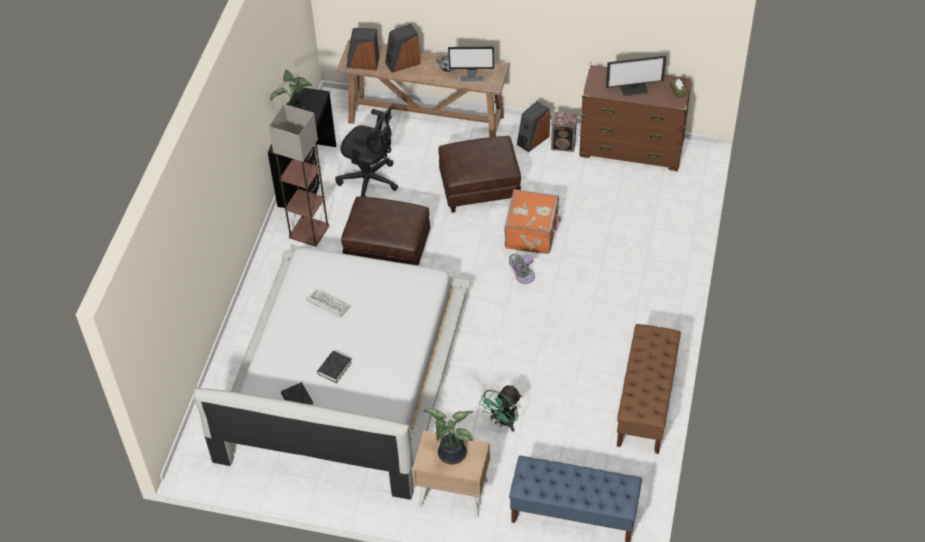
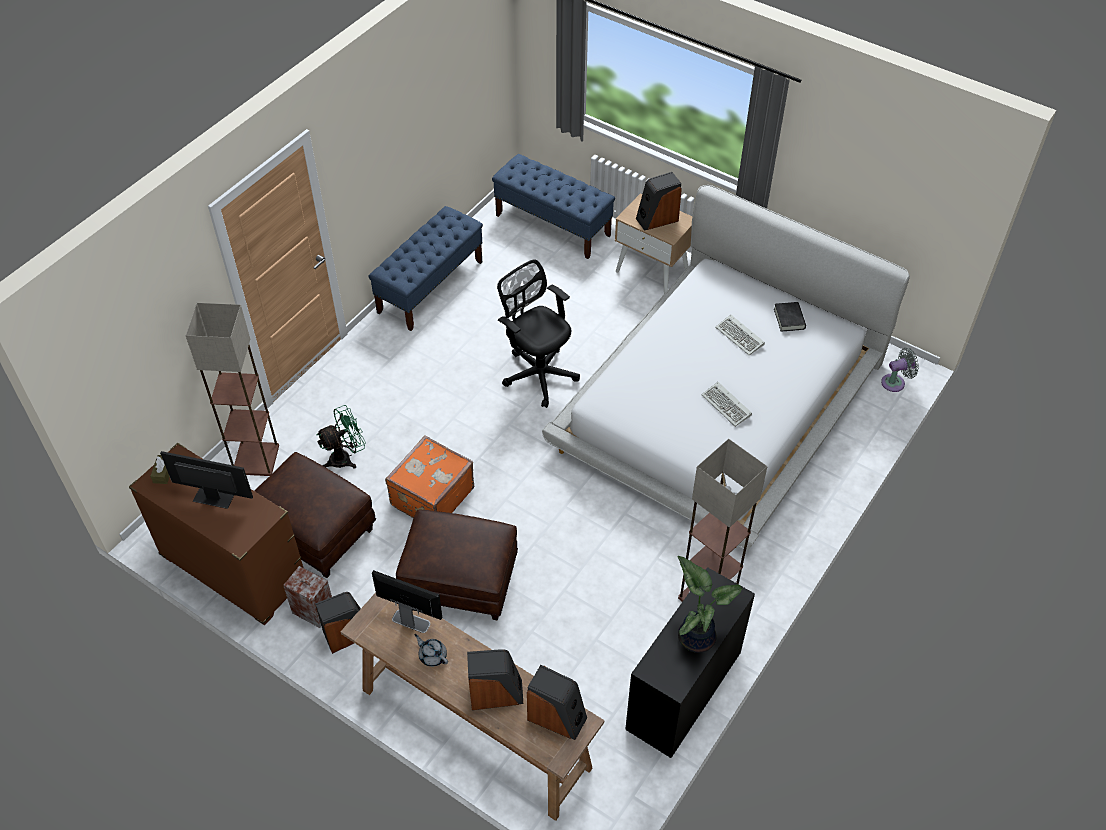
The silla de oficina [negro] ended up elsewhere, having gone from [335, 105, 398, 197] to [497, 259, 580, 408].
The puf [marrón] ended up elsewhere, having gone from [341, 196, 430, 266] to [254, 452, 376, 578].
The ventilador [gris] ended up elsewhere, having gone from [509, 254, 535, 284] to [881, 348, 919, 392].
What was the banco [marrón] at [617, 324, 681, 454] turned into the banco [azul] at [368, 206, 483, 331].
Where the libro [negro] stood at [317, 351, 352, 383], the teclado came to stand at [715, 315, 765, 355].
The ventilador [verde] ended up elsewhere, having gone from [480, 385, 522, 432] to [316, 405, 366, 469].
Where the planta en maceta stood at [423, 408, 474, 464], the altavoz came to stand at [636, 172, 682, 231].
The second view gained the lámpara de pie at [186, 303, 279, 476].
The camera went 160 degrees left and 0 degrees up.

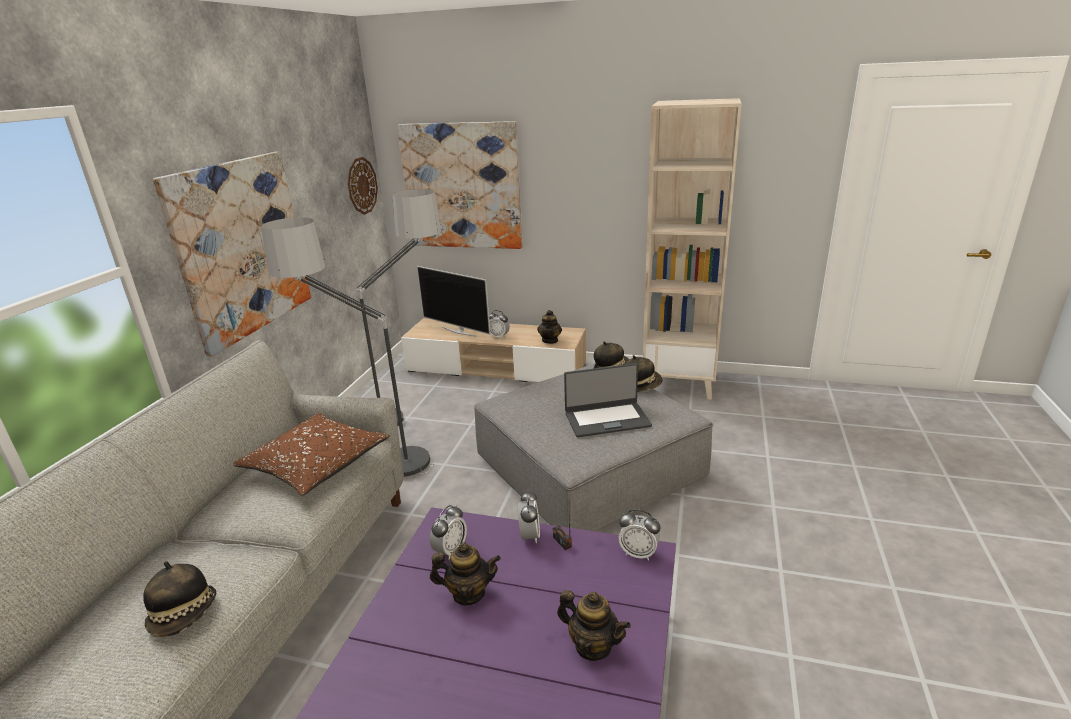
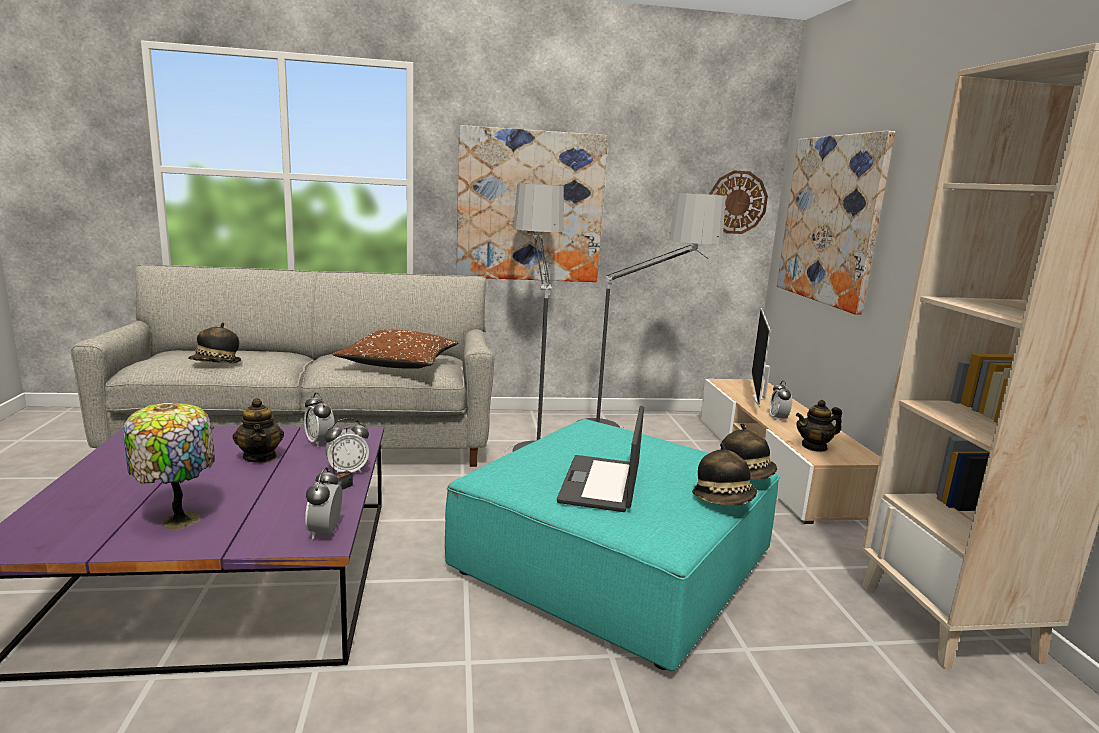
The portátil at [564, 363, 652, 437] ended up facing another way, 45 degrees clockwise from before.
What was the puf [gris] at [474, 364, 714, 531] turned into the puf [turquesa] at [445, 419, 780, 671].
The despertador at [430, 505, 467, 560] ended up facing another way, 45 degrees clockwise from before.
Where the tetera stood at [557, 590, 631, 661], the lámpara de mesa came to stand at [123, 403, 215, 530].
The camera went 65 degrees right and 10 degrees down.

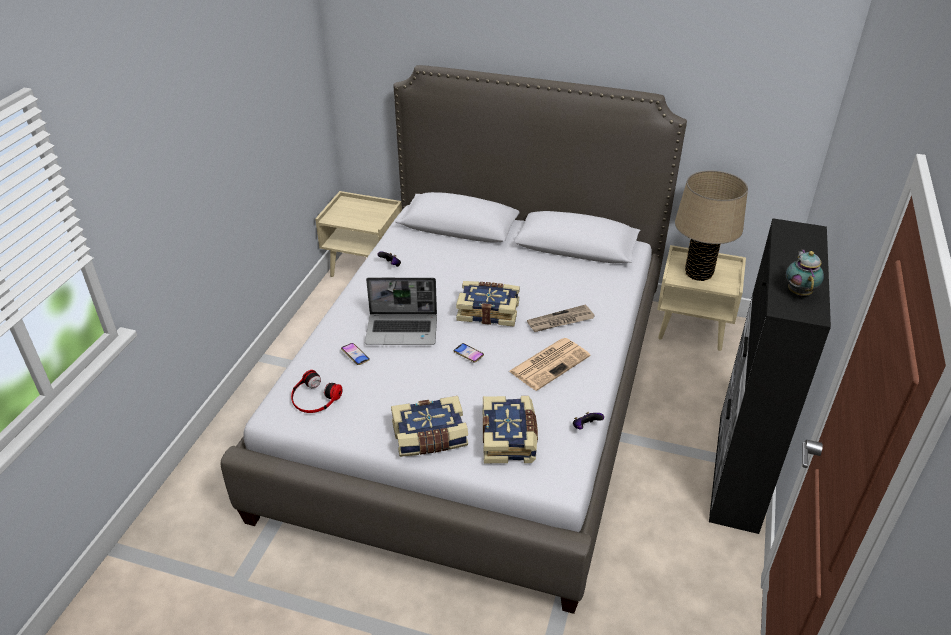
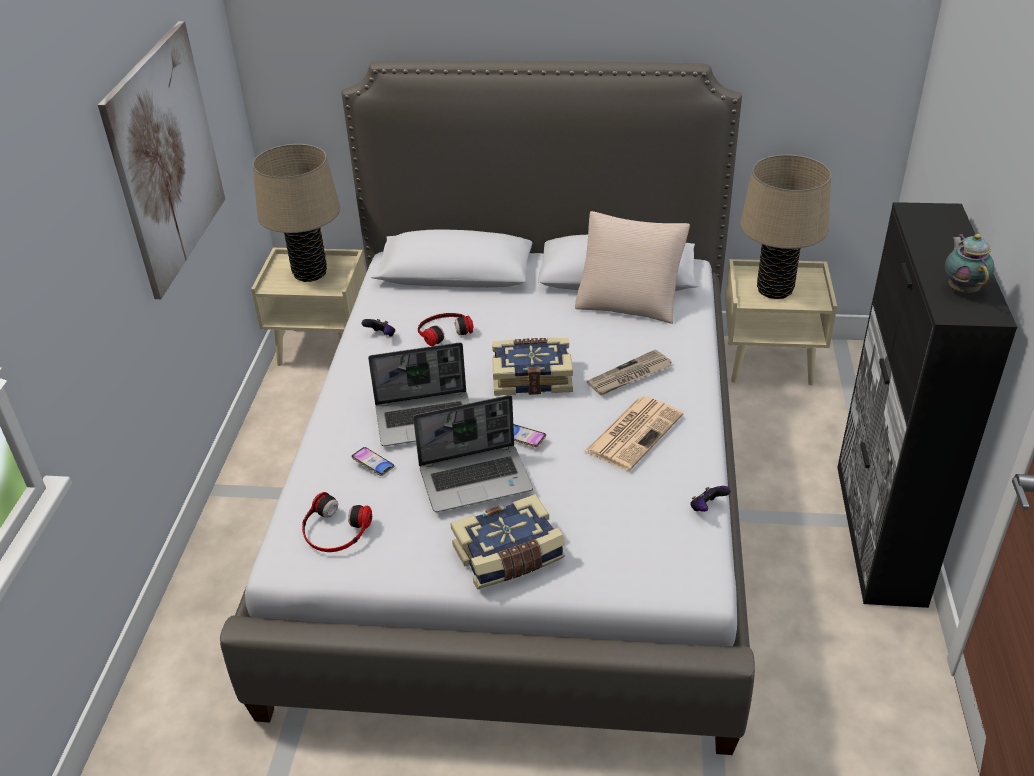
The second view lost the libro at [483, 396, 538, 464].
The second view gained the cuadro at [98, 21, 225, 299].
The second view gained the lámpara de mesa [beis] at [253, 144, 340, 282].
The second view gained the cojín [beis] at [575, 211, 690, 324].
The second view gained the auriculares at [418, 313, 474, 346].
The second view gained the portátil at [413, 395, 533, 512].
The camera went 10 degrees left and 0 degrees up.

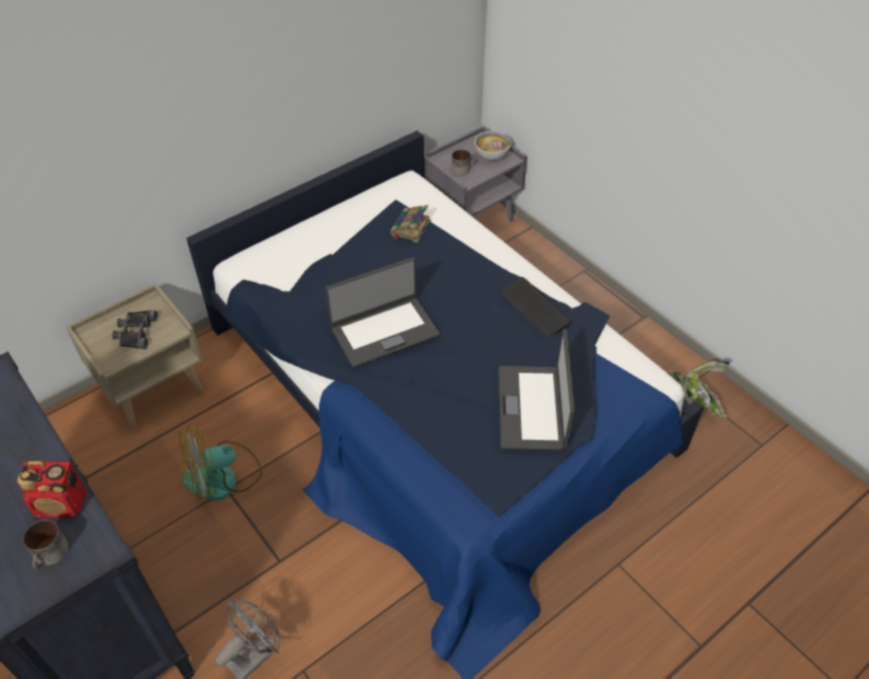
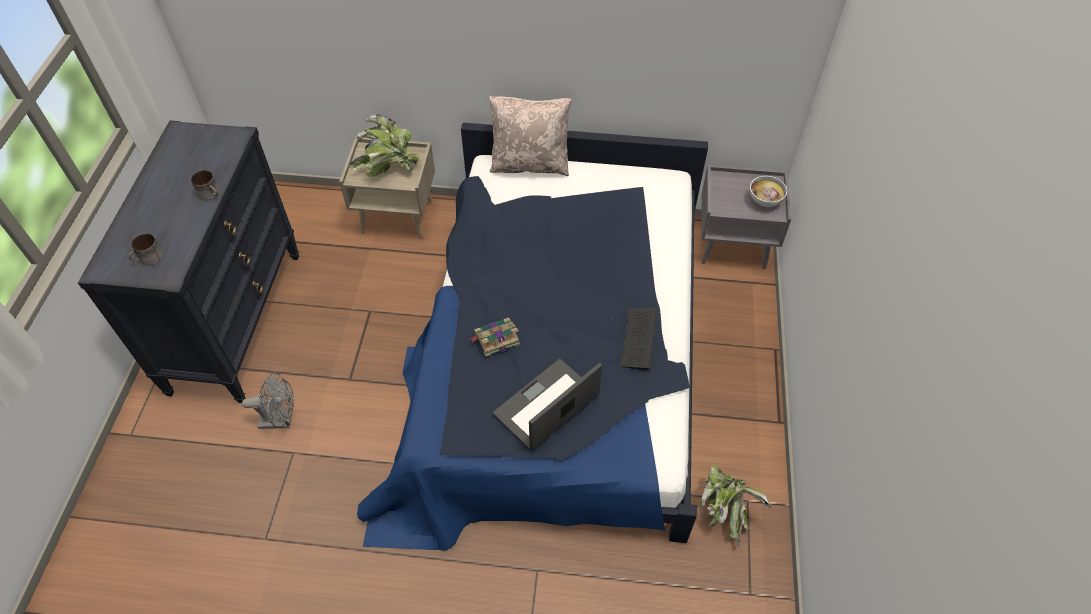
The taza grande ended up elsewhere, having gone from [452, 149, 477, 176] to [191, 170, 220, 201].
The libro ended up elsewhere, having gone from [390, 205, 431, 243] to [470, 318, 520, 357].
The second view lost the portátil at [325, 257, 440, 368].
Where the prismáticos [negro] stood at [112, 310, 157, 349], the planta en maceta came to stand at [349, 114, 420, 177].
The second view lost the ventilador at [180, 424, 262, 502].
The second view lost the radio at [17, 461, 87, 518].
The second view gained the cojín [beis] at [489, 96, 572, 176].
The camera went 45 degrees right and 5 degrees up.

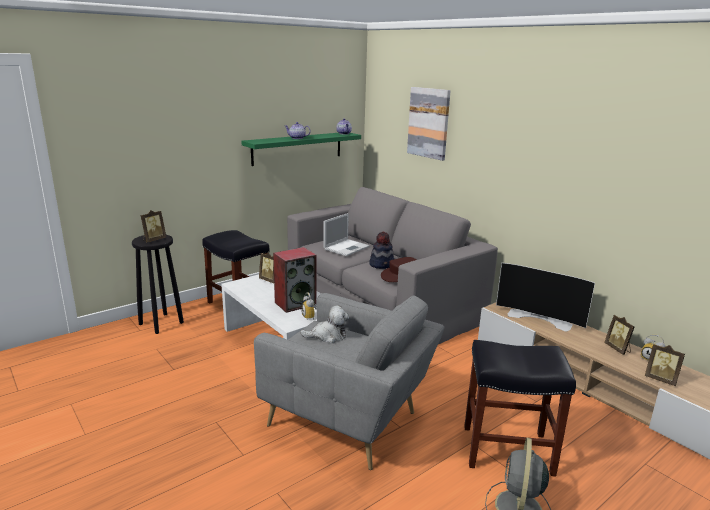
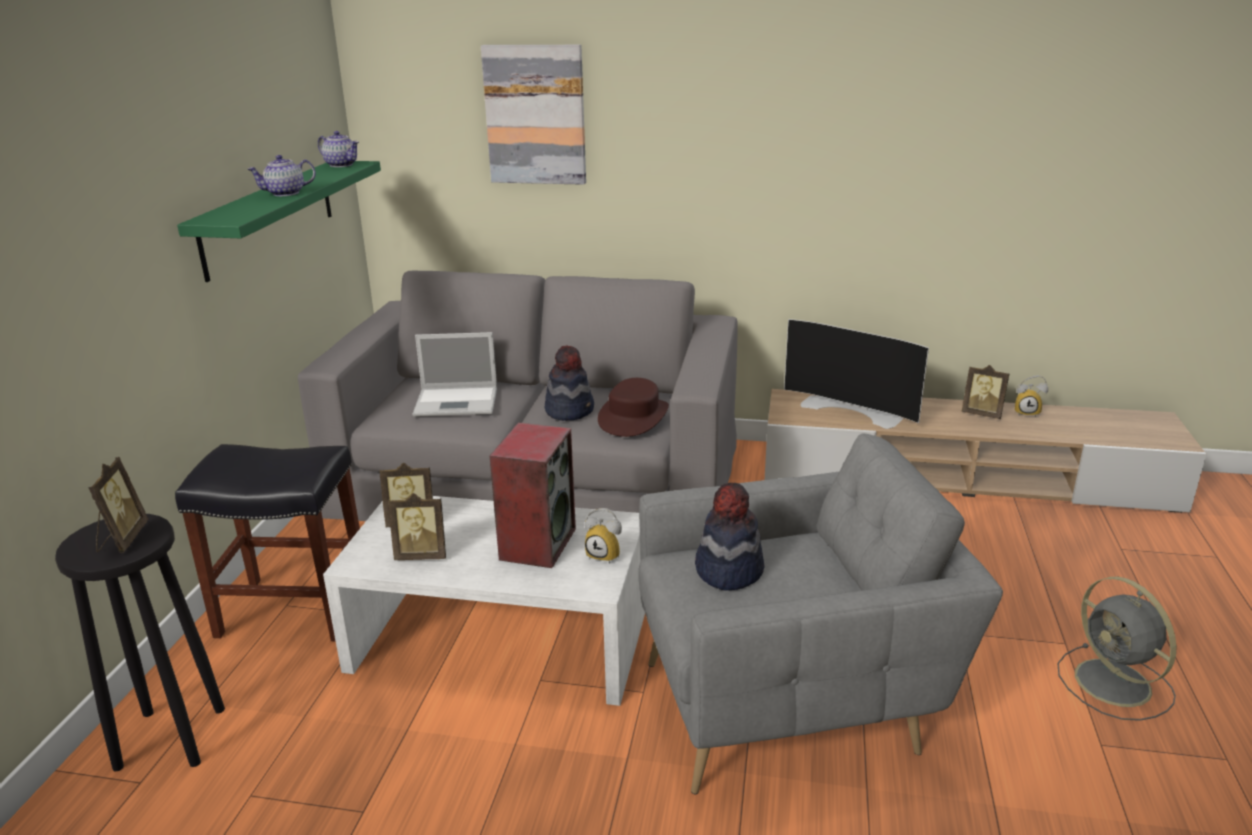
The portátil at [324, 213, 370, 256] ended up facing another way, 90 degrees clockwise from before.
The televisor at [496, 263, 595, 331] ended up facing another way, 45 degrees clockwise from before.
Where the peluche stood at [300, 305, 349, 344], the sombrero came to stand at [695, 483, 764, 591].
The second view lost the taburete [negro] at [464, 340, 576, 477].
The portarretratos ended up elsewhere, having gone from [645, 344, 685, 386] to [388, 493, 446, 560].
The camera went 40 degrees left and 5 degrees up.

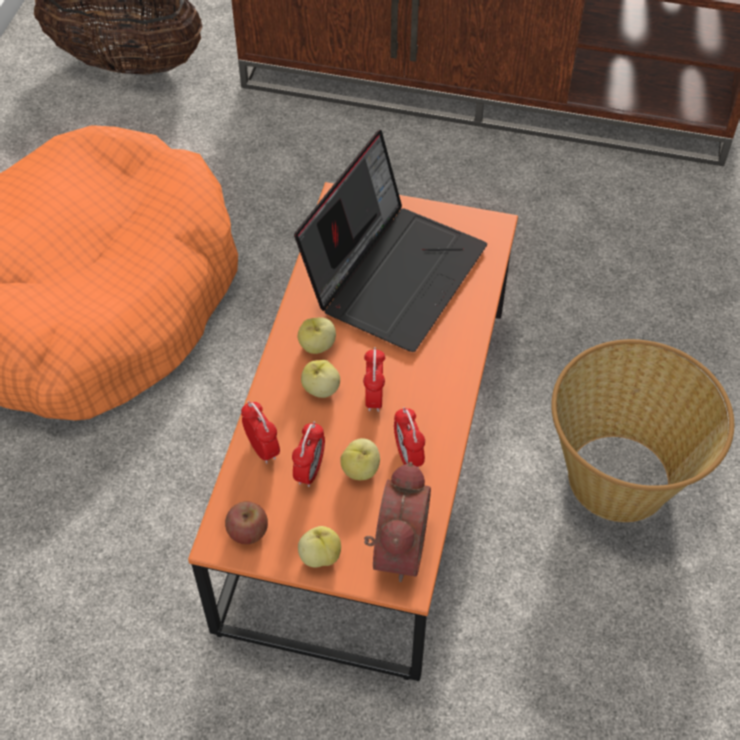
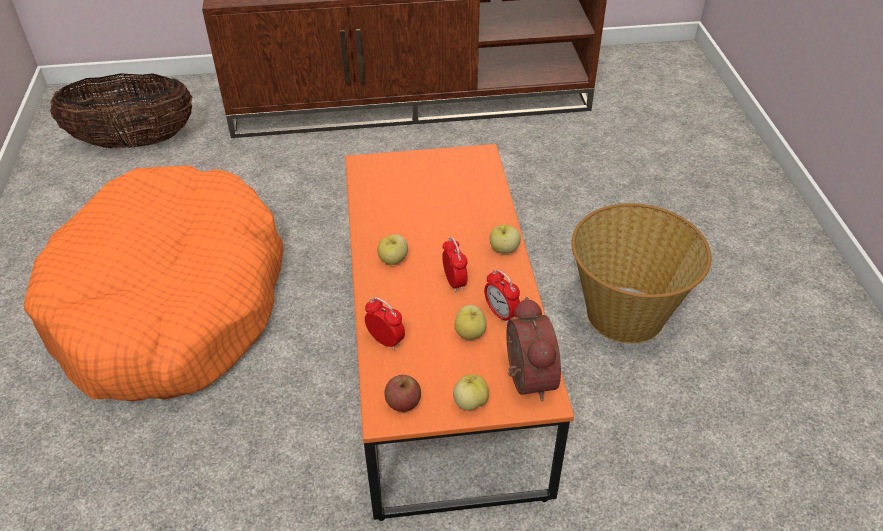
The second view lost the portátil at [294, 130, 487, 352].
The manzana ended up elsewhere, having gone from [301, 360, 340, 398] to [490, 224, 521, 254].
The second view lost the despertador at [292, 422, 325, 487].
The camera went 20 degrees left and 10 degrees down.

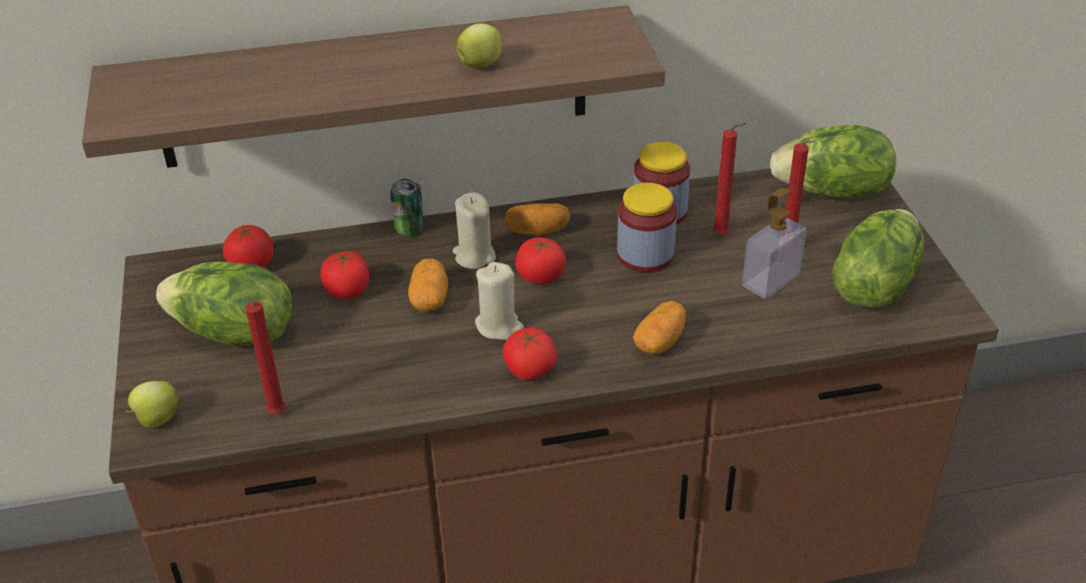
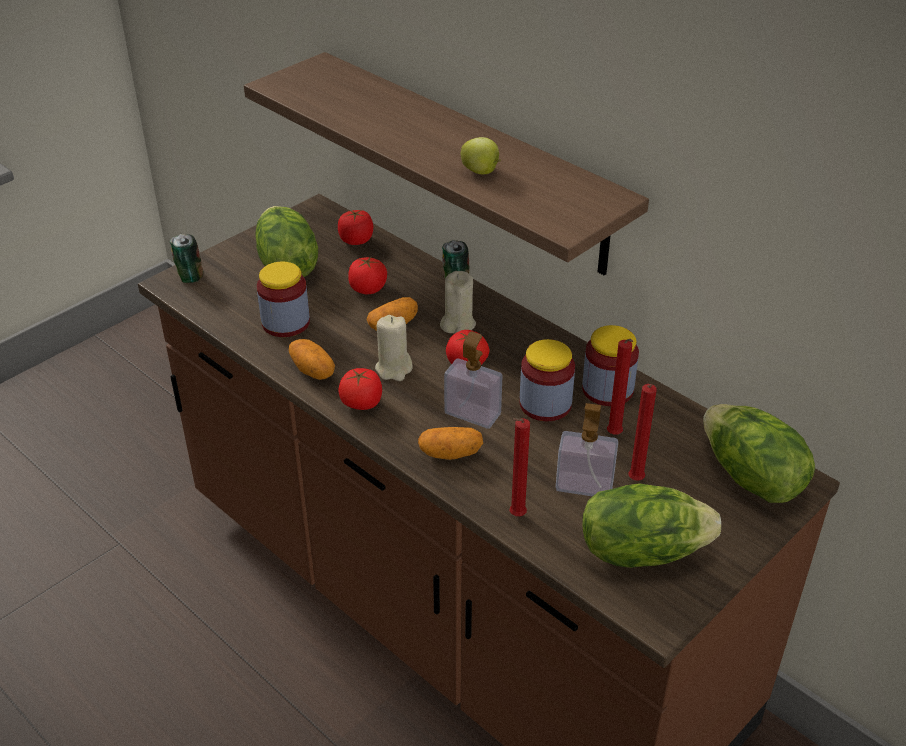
The patata ended up elsewhere, having gone from [505, 203, 570, 235] to [289, 339, 335, 380].
The vela [rojo] ended up elsewhere, having gone from [245, 301, 286, 414] to [510, 418, 530, 516].
Where the manzana stood at [126, 381, 179, 428], the lata came to stand at [170, 234, 203, 283].
The second view gained the tarro at [257, 262, 310, 337].
The second view gained the dispensador de jabón at [444, 331, 502, 429].
The camera went 55 degrees right and 0 degrees up.

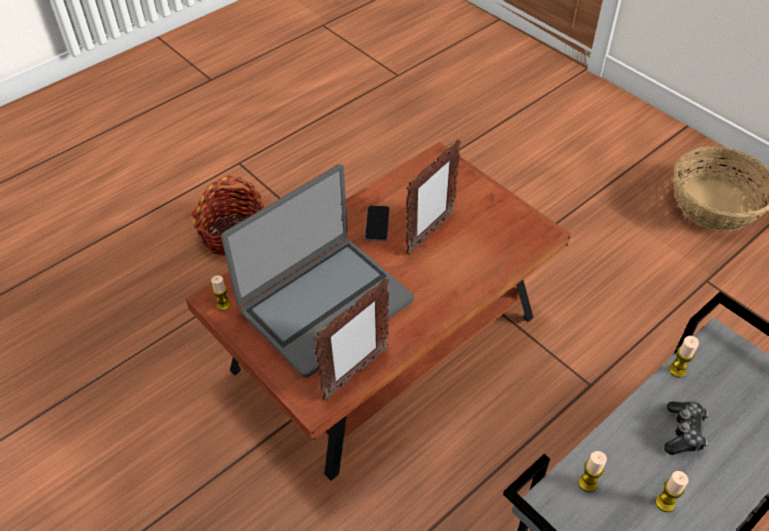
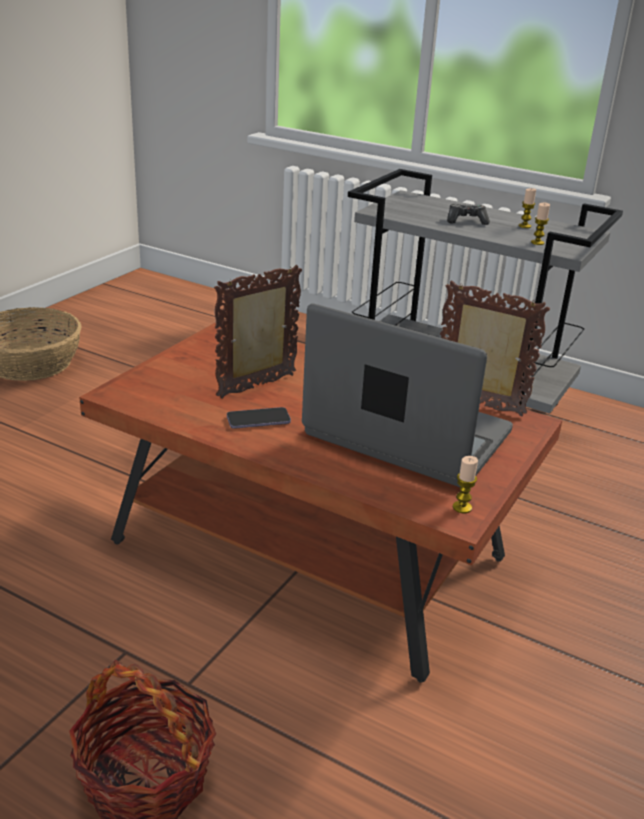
The portarretratos at [406, 139, 461, 255] ended up facing another way, 60 degrees counterclockwise from before.
The second view lost the vela at [669, 336, 699, 378].
The camera went 110 degrees left and 20 degrees down.

